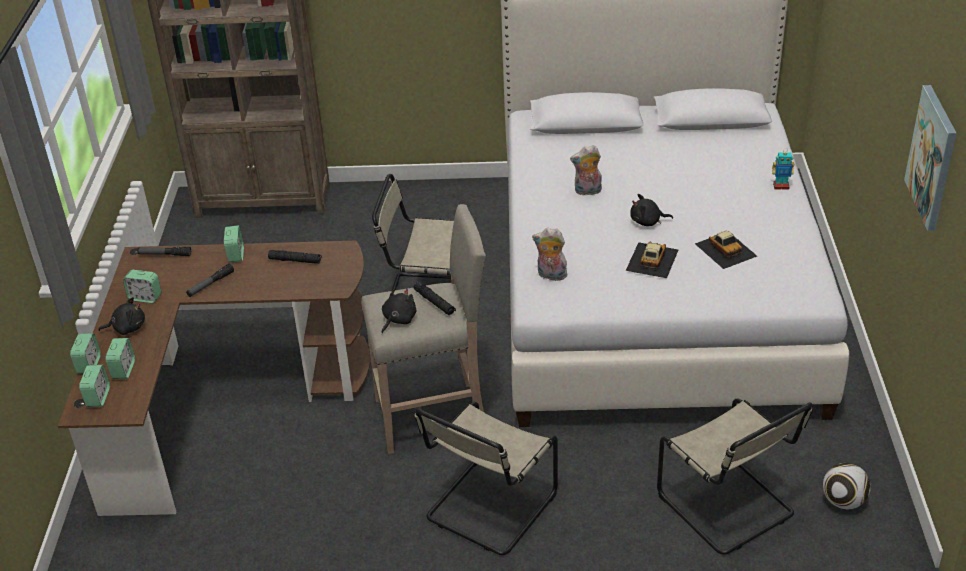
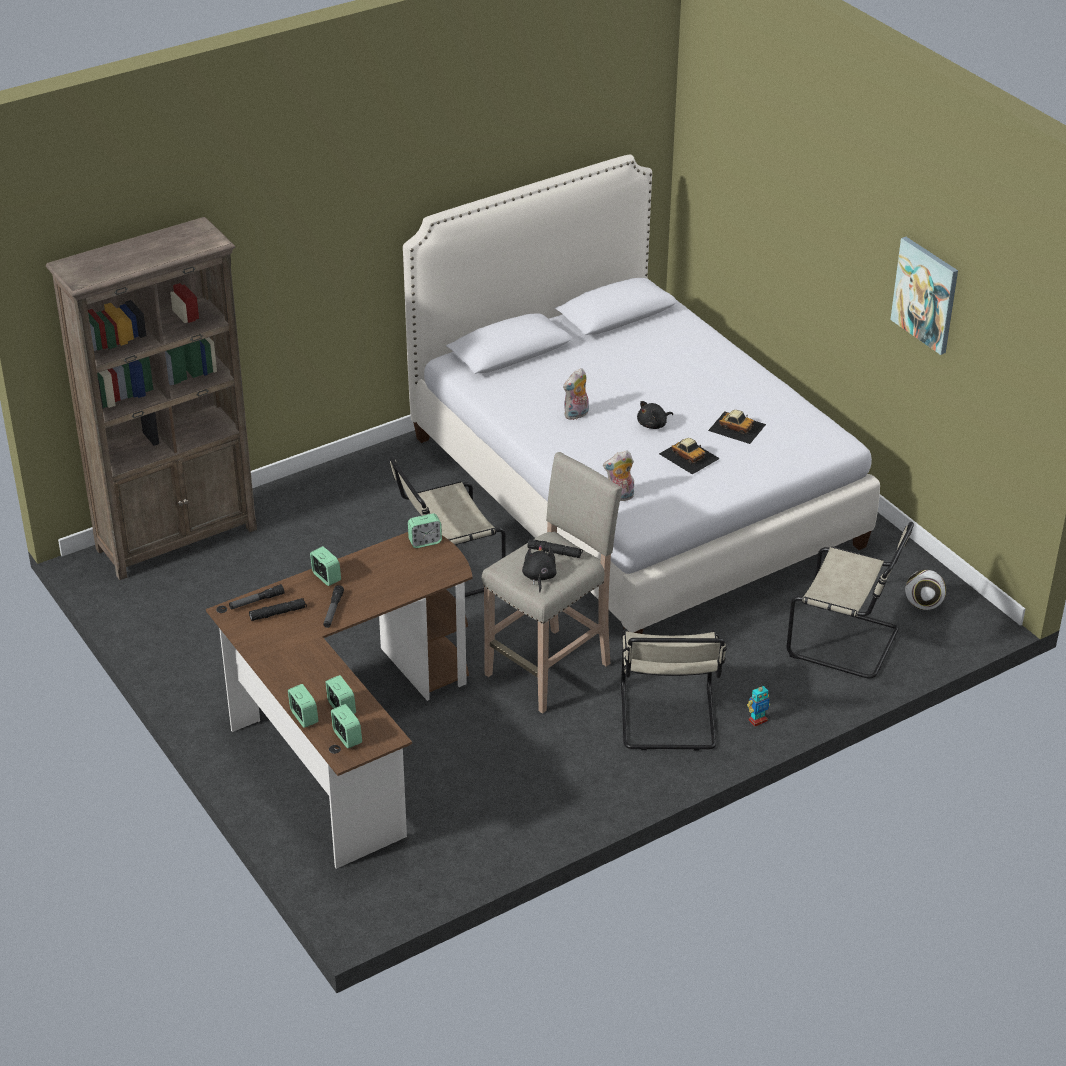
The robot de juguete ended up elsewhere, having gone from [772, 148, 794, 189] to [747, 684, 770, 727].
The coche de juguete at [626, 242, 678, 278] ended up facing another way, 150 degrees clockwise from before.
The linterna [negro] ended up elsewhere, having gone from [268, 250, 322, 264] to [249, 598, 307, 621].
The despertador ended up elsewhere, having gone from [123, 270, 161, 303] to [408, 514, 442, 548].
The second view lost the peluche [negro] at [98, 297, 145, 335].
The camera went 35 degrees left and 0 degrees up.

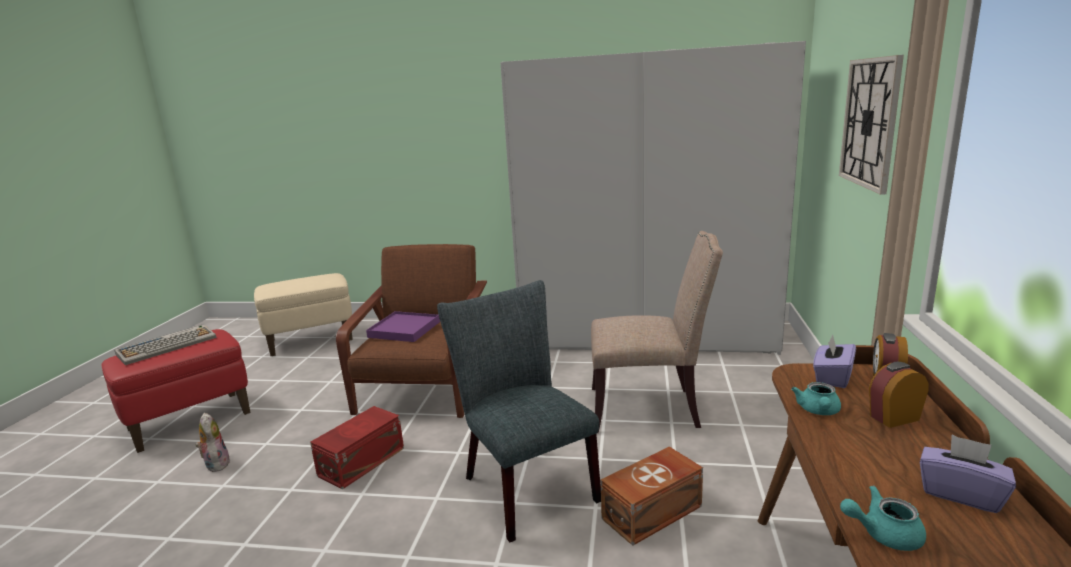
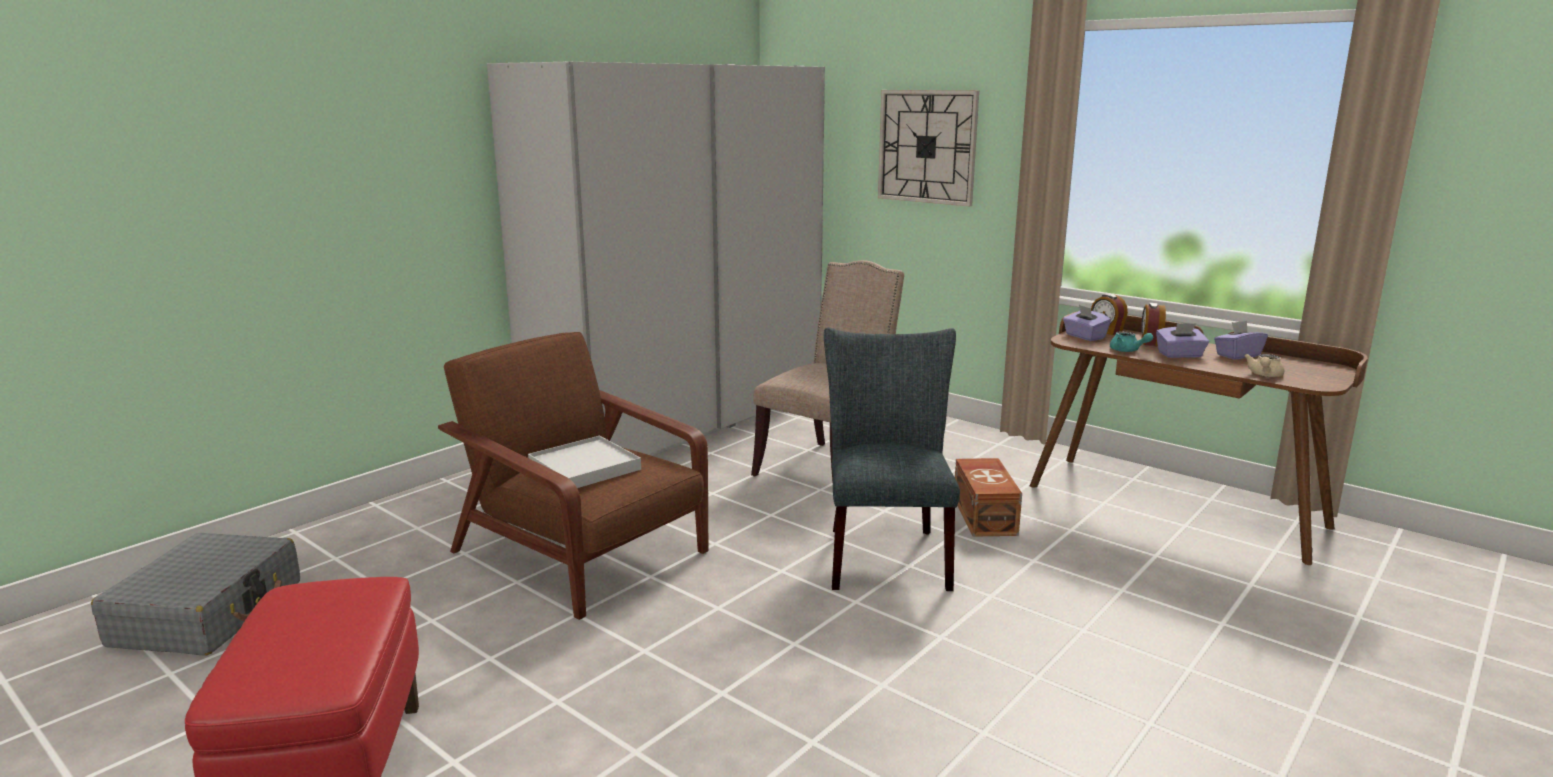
Where the puf [beis] stood at [254, 273, 353, 356], the maleta [gris] came to stand at [91, 533, 300, 656].
The silla [gris] at [437, 280, 601, 542] ended up facing another way, 90 degrees clockwise from before.
What was the bandeja [morado] at [366, 311, 440, 342] turned into the bandeja [blanco] at [528, 436, 641, 488].
The second view lost the teclado at [115, 324, 216, 365].
The second view lost the caja de almacenaje [rojo] at [310, 406, 404, 489].
The second view lost the peluche at [196, 413, 230, 472].
What was the tetera [turquesa] at [840, 486, 926, 551] turned into the tetera [beis] at [1244, 354, 1284, 377].
The second view gained the caja de pañuelos [morado] at [1156, 323, 1209, 358].
The camera went 60 degrees left and 0 degrees up.

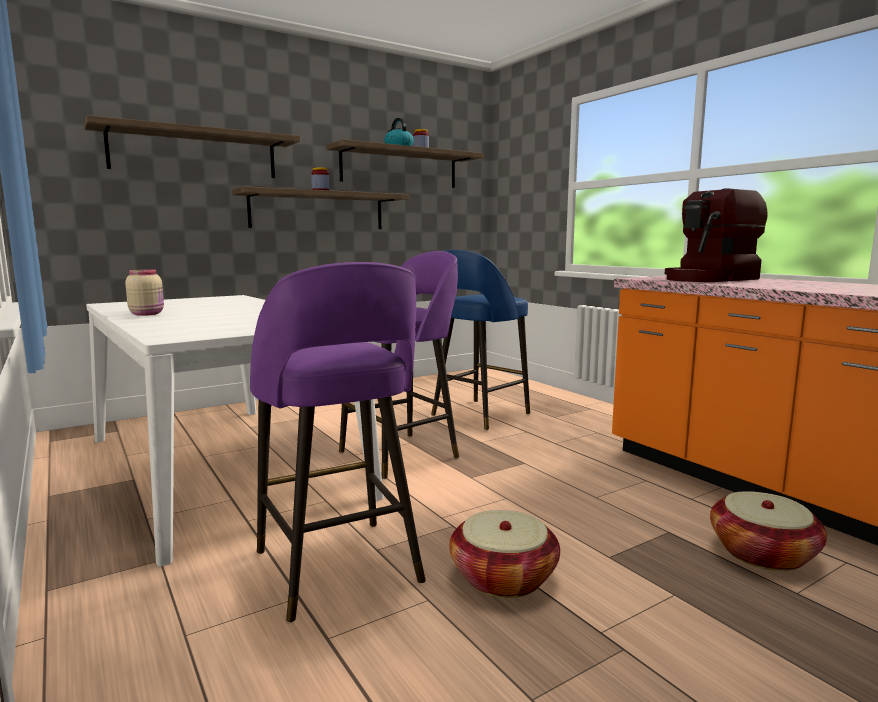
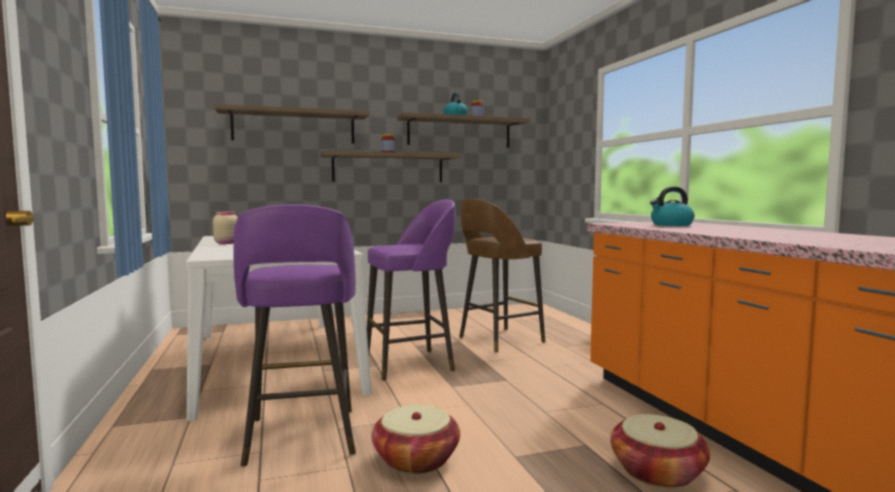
Where the cafetera stood at [665, 188, 768, 282], the hervidor came to stand at [650, 187, 695, 226].
What was the taburete [azul] at [431, 250, 530, 430] turned into the taburete [marrón] at [459, 199, 545, 353].
The camera went 15 degrees right and 5 degrees down.

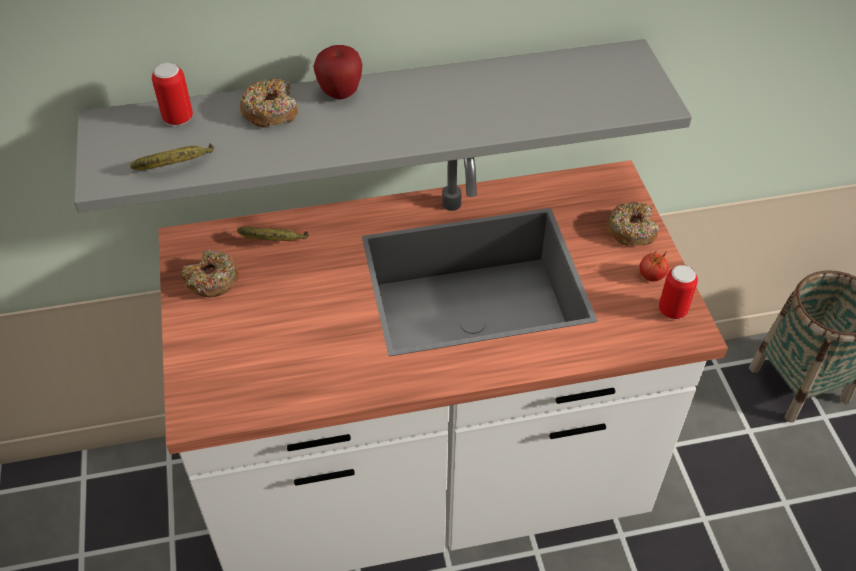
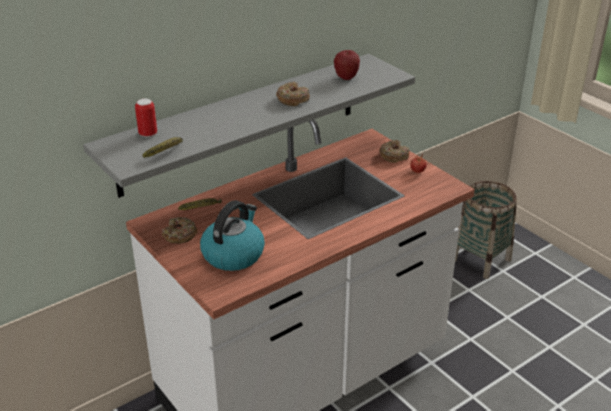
The manzana ended up elsewhere, having gone from [313, 45, 362, 99] to [334, 50, 360, 80].
The rosquilla ended up elsewhere, having gone from [240, 79, 298, 128] to [276, 82, 309, 106].
The second view lost the lata at [659, 265, 698, 319].
The second view gained the hervidor at [200, 200, 265, 271].
The camera went 25 degrees left and 15 degrees down.

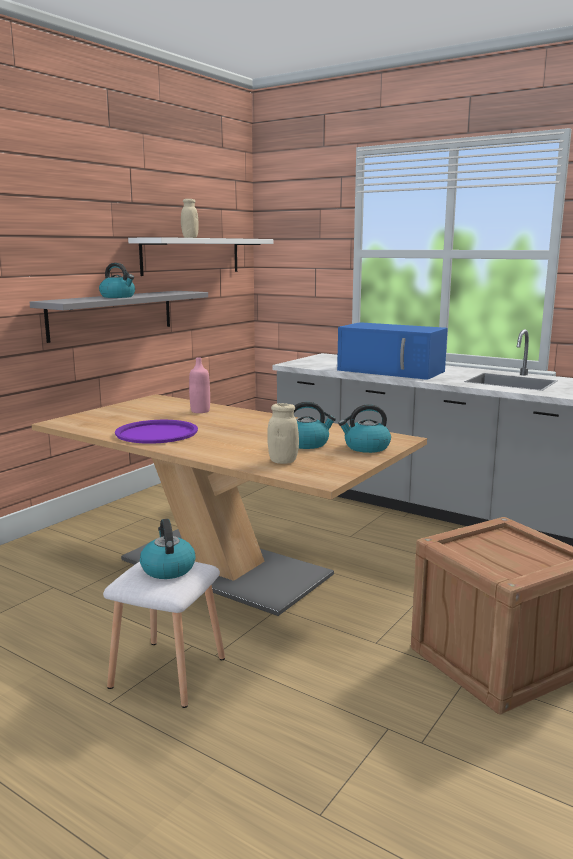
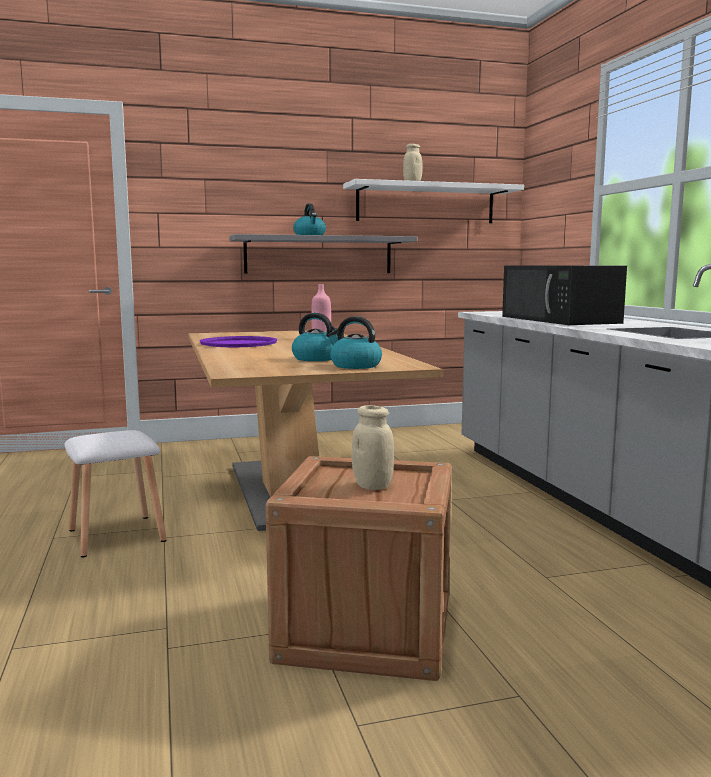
What was the microondas [azul] at [337, 322, 448, 380] turned into the microondas [negro] at [502, 265, 627, 325].
The tarro [beis] ended up elsewhere, having gone from [267, 403, 299, 464] to [352, 405, 394, 490].
The second view lost the hervidor at [140, 519, 195, 579].
The camera went 40 degrees right and 5 degrees down.

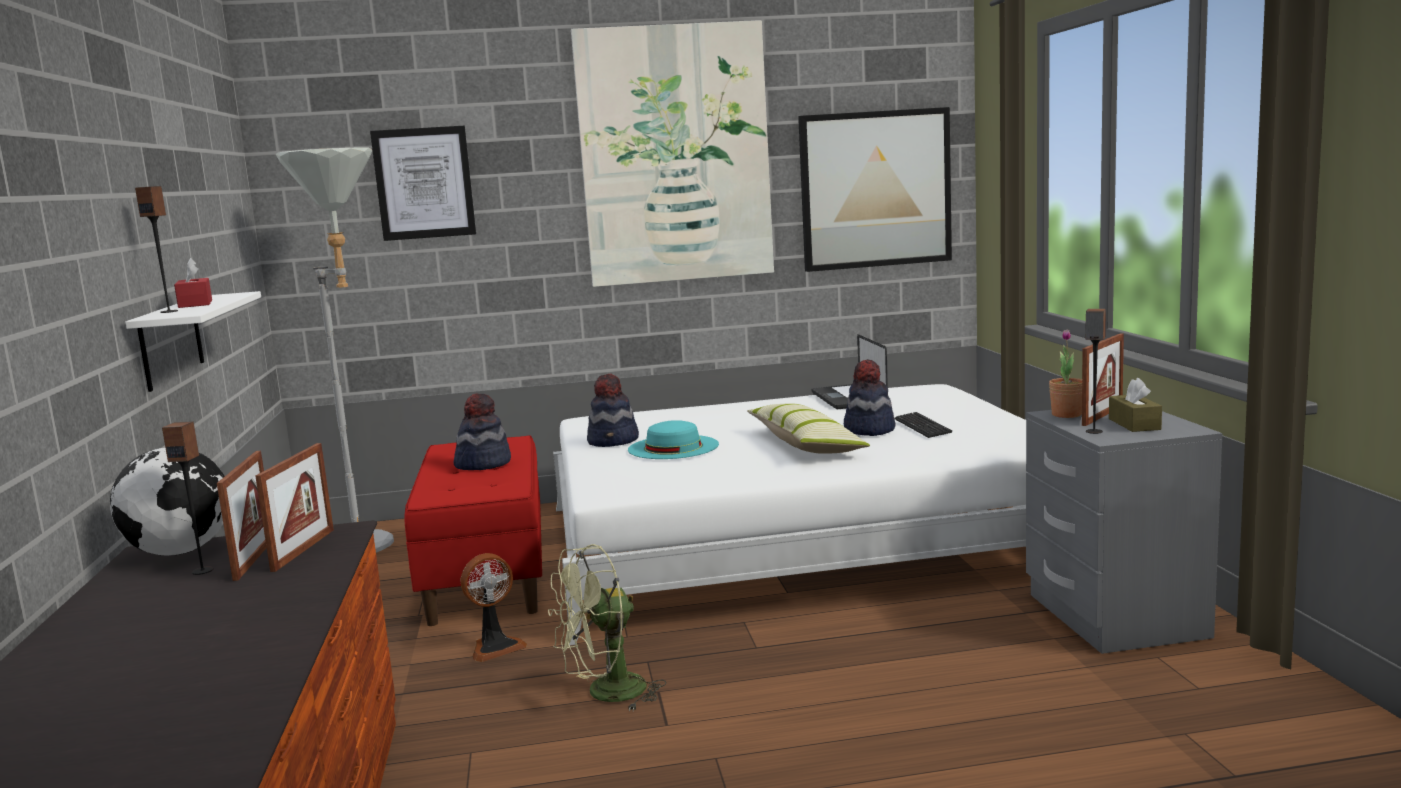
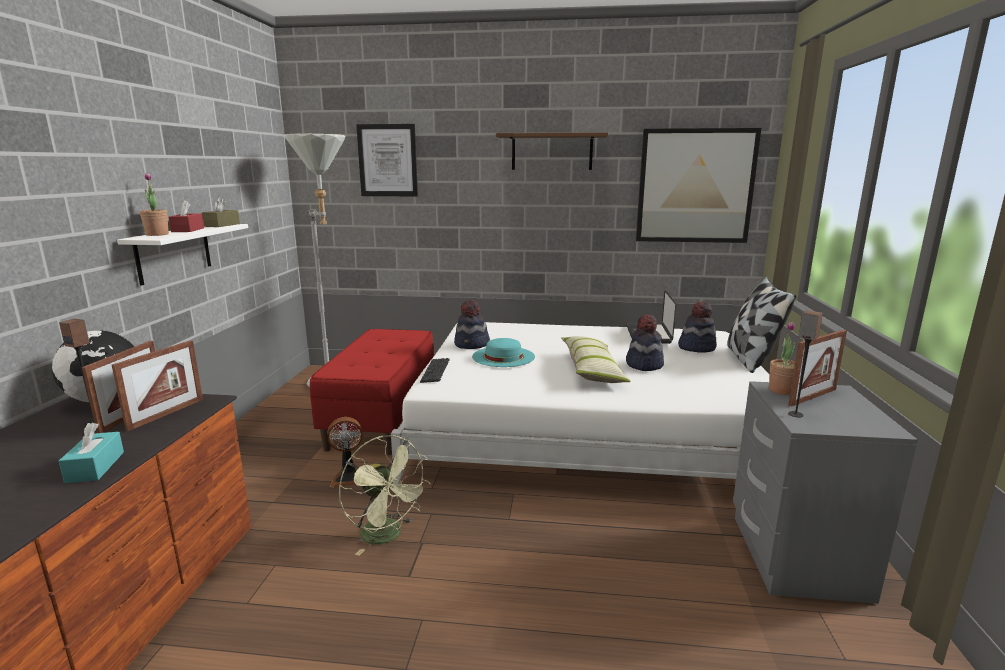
Where the cuadro hung at [571, 20, 774, 287], the estante [marrón] came to hang at [496, 132, 608, 170].
Where the altavoz stood at [135, 186, 178, 313], the planta en maceta came to stand at [139, 173, 169, 236].
The caja de pañuelos [marrón] ended up elsewhere, having gone from [1109, 378, 1162, 432] to [202, 197, 240, 227].
The sombrero ended up elsewhere, having gone from [453, 393, 511, 470] to [678, 302, 717, 353].
The teclado ended up elsewhere, having gone from [894, 412, 952, 438] to [420, 358, 450, 383].
The ventilador [verde] at [548, 544, 666, 711] ended up facing another way, 120 degrees counterclockwise from before.
The second view gained the cojín at [727, 276, 796, 373].
The second view gained the caja de pañuelos [turquesa] at [59, 423, 124, 483].
The camera went 15 degrees right and 5 degrees up.

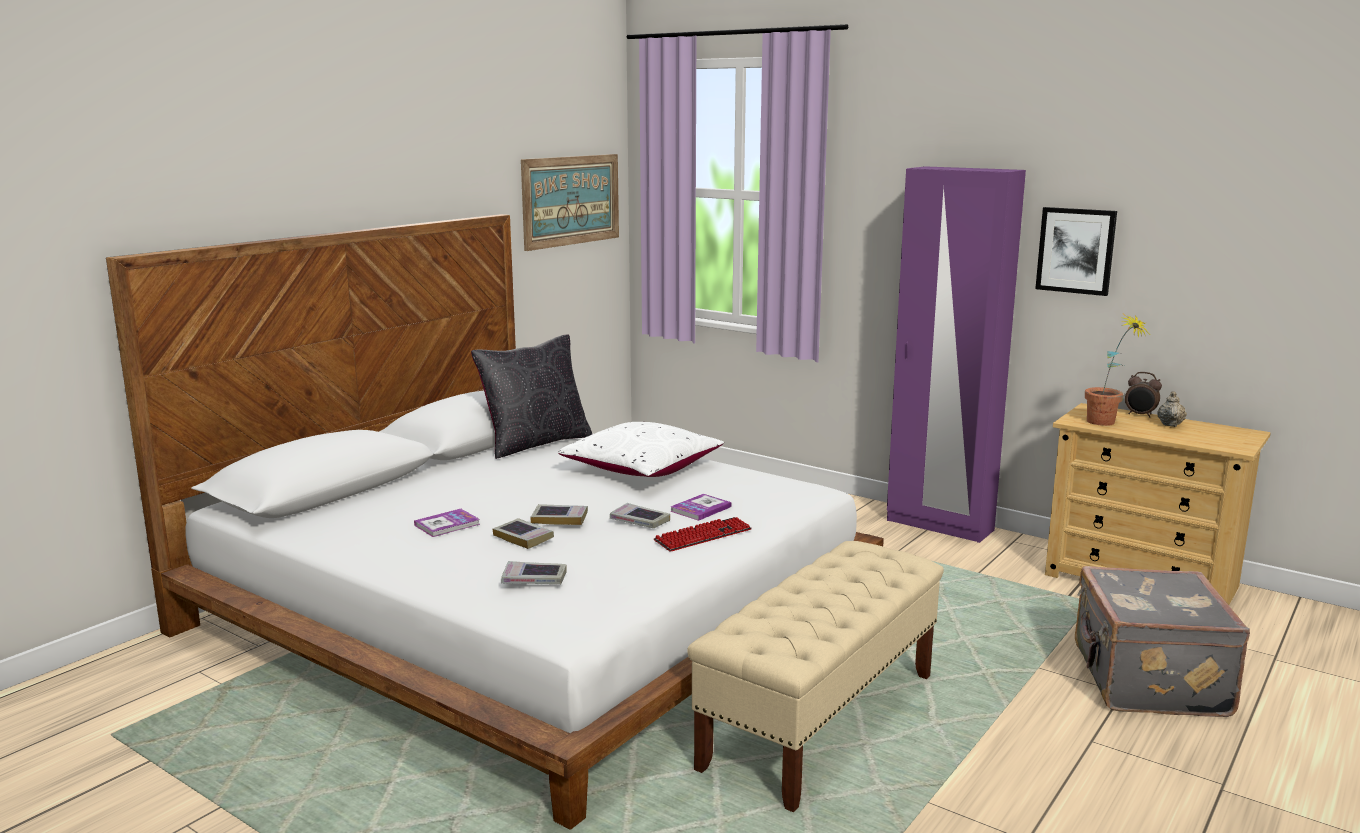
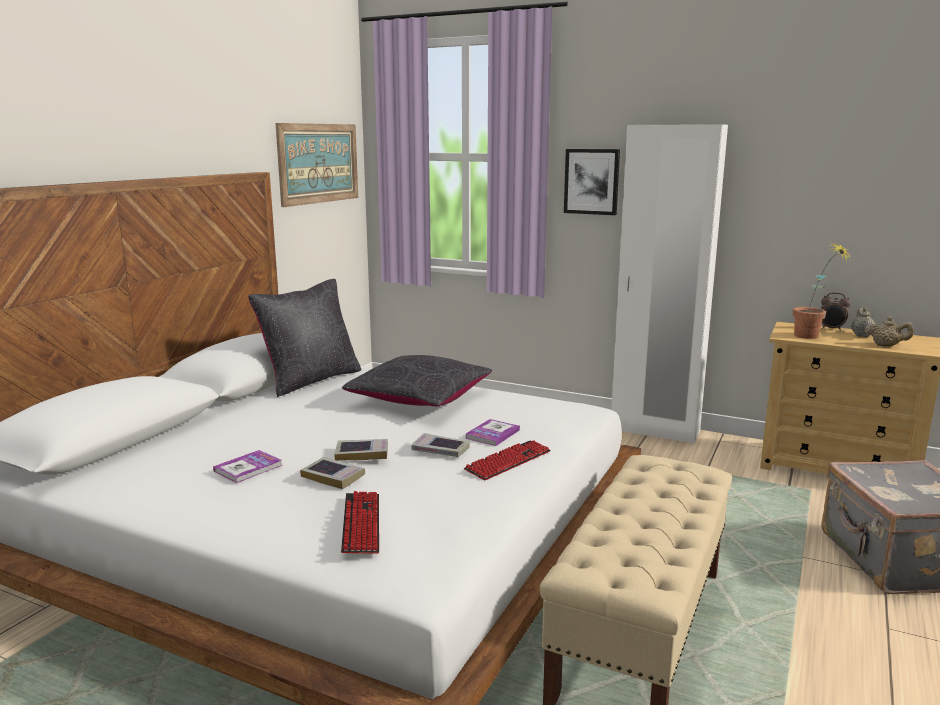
What was the armario ropero [morado] at [887, 166, 1026, 543] turned into the armario ropero [blanco] at [611, 124, 728, 444].
The cuadro ended up elsewhere, having gone from [1035, 207, 1117, 296] to [564, 149, 620, 215].
What was the cojín [blanco] at [558, 422, 724, 477] turned into the cojín [negro] at [342, 355, 492, 407].
Where the libro stood at [501, 561, 567, 584], the teclado came to stand at [341, 491, 379, 554].
The second view gained the tetera [beis] at [865, 317, 914, 346].
The camera went 10 degrees left and 0 degrees up.

